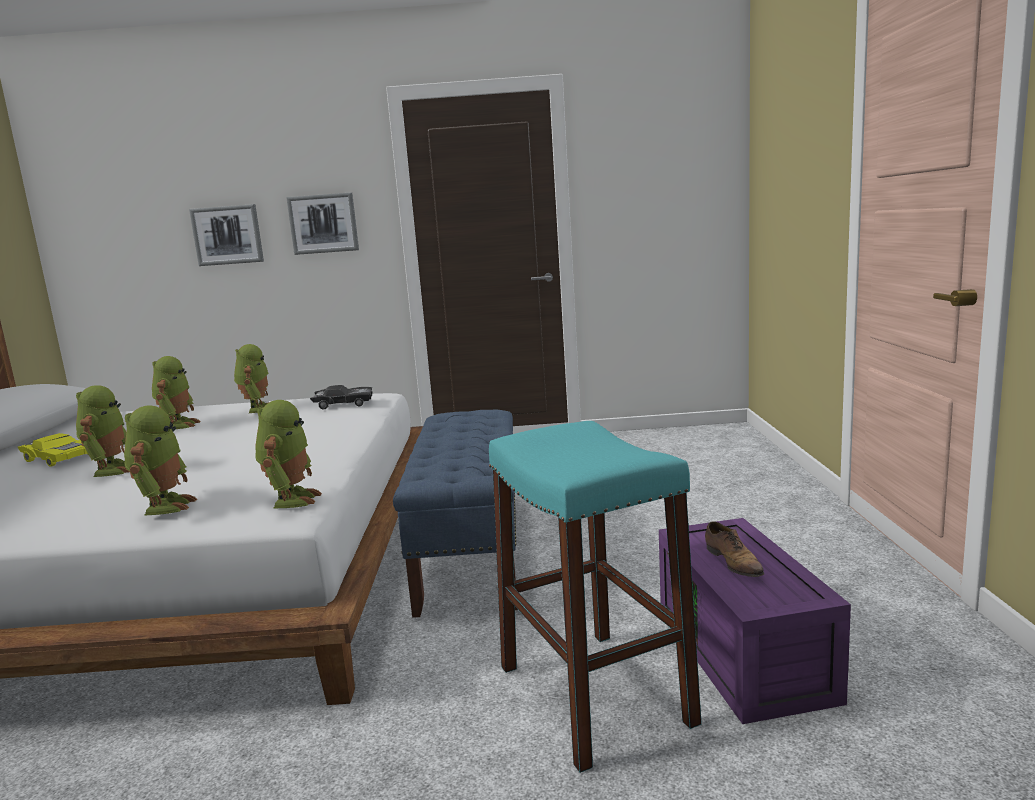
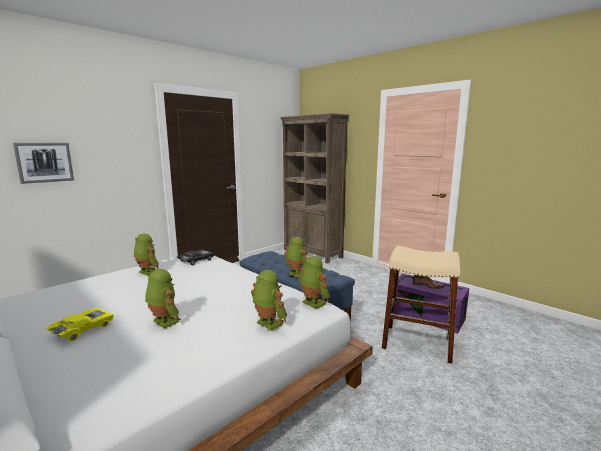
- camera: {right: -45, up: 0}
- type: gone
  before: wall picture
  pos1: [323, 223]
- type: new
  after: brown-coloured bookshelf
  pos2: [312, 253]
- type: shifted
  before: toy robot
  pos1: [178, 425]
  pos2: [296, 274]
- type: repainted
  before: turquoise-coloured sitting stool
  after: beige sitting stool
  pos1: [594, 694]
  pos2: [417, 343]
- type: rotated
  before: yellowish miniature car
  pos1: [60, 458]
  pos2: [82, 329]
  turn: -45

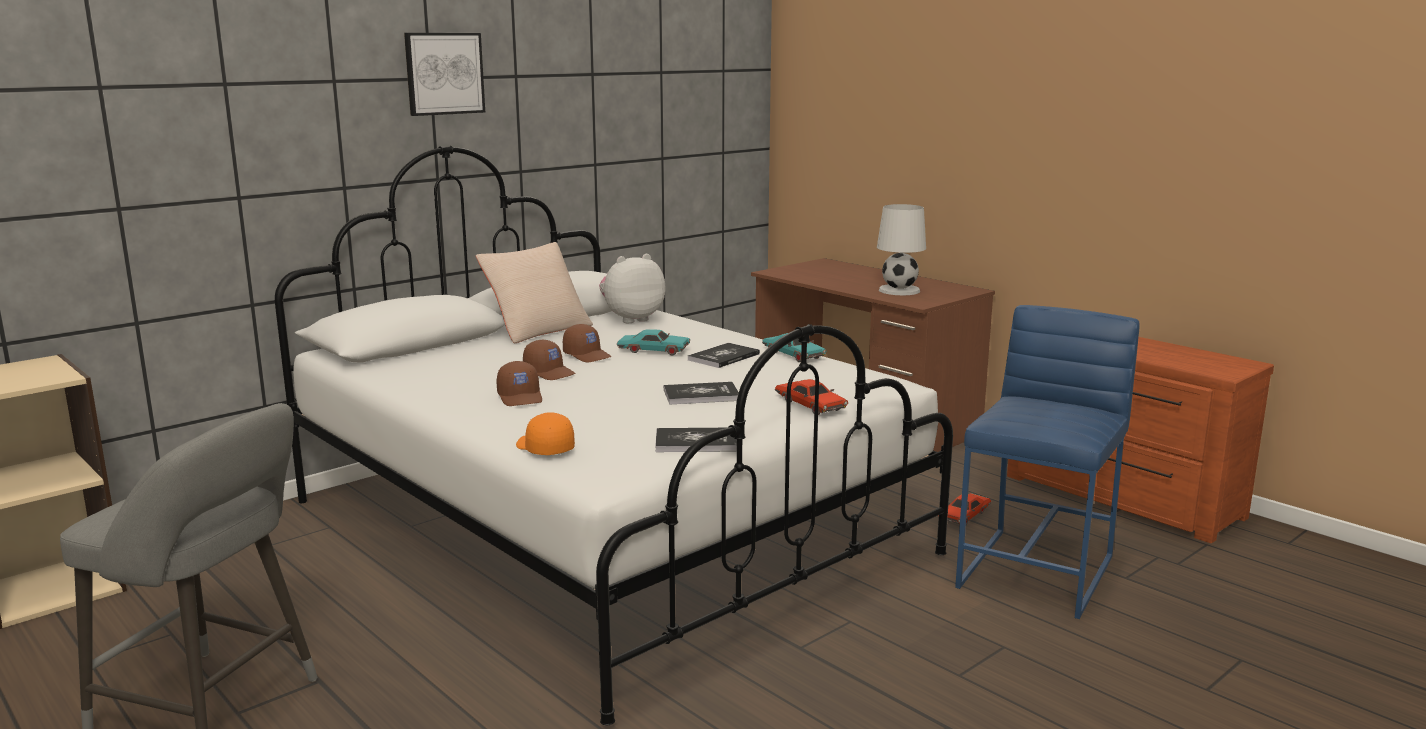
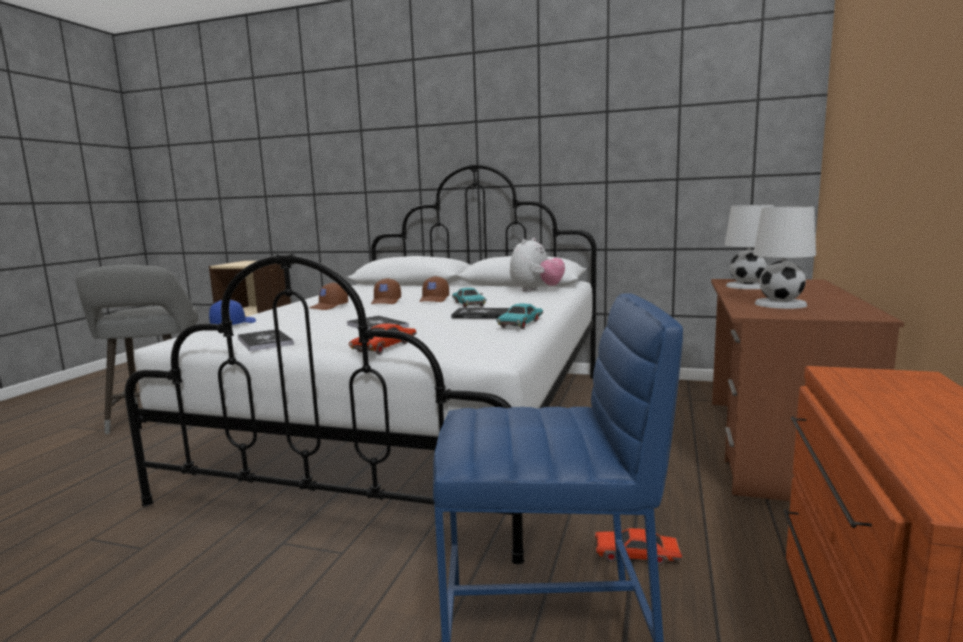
- camera: {right: 60, up: -5}
- type: gone
  before: wall picture
  pos1: [444, 73]
- type: gone
  before: beige throw pillow
  pos1: [537, 329]
- type: new
  after: white-coloured table lamp
  pos2: [747, 286]
- type: repainted
  before: orangey peaked cap
  after: blue-coloured peaked cap
  pos1: [544, 448]
  pos2: [233, 324]
- type: rotated
  before: cuddly toy
  pos1: [631, 319]
  pos2: [536, 291]
  turn: 90

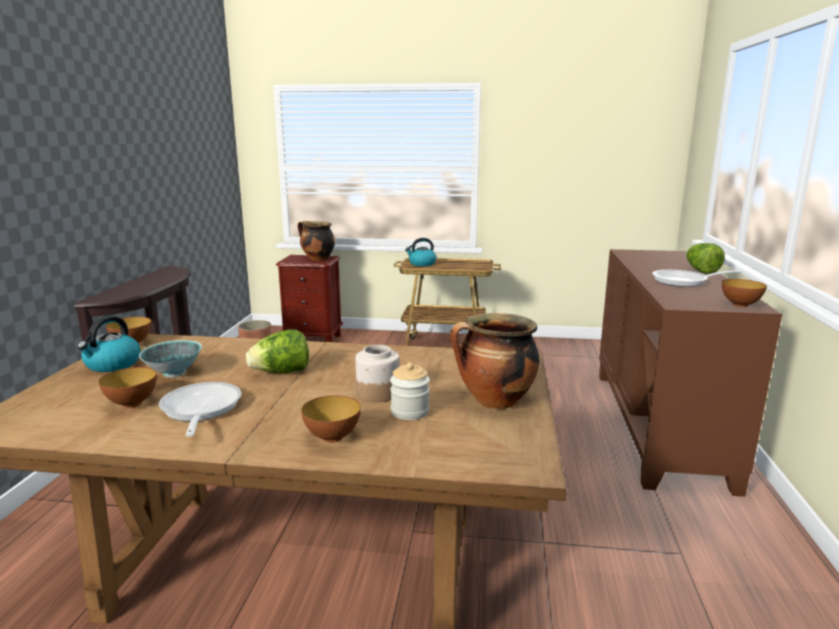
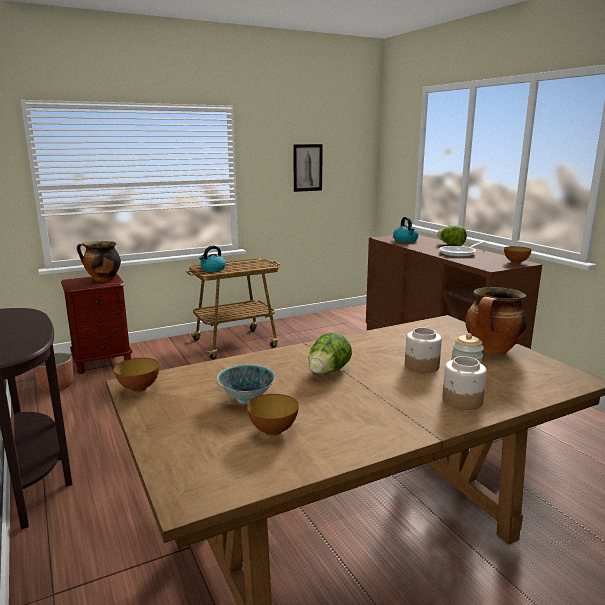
- camera: {right: -35, up: 0}
- type: gone
  before: skillet
  pos1: [200, 410]
- type: new
  after: wall picture
  pos2: [307, 167]
- type: shifted
  before: tea kettle
  pos1: [112, 365]
  pos2: [405, 240]
- type: swapped
  before: deep dish
  after: jar
  pos1: [332, 437]
  pos2: [462, 401]

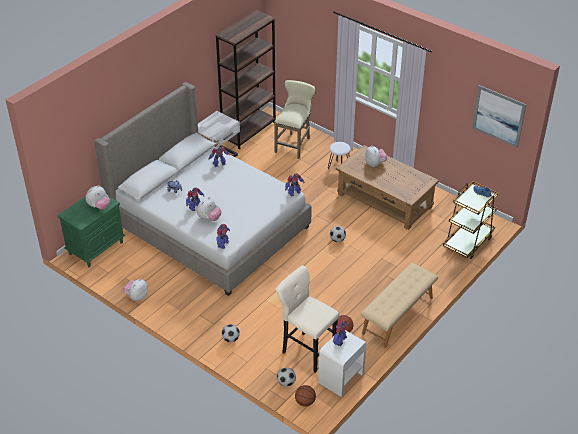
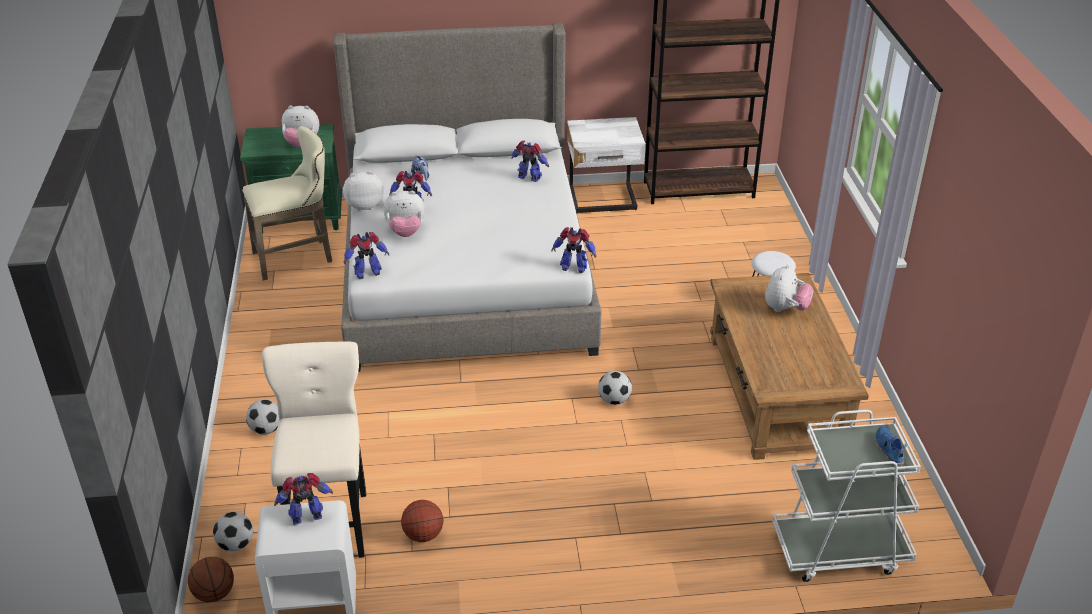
- camera: {right: 45, up: -5}
- type: gone
  before: beige indoor bench
  pos1: [398, 315]
- type: gone
  before: wall picture
  pos1: [498, 116]
- type: shifted
  before: cuddly toy
  pos1: [136, 296]
  pos2: [364, 205]
- type: shifted
  before: beige sitting stool
  pos1: [294, 144]
  pos2: [297, 258]
- type: repainted
  before: brown-coloured trolley
  after: white-coloured trolley
  pos1: [468, 242]
  pos2: [839, 550]

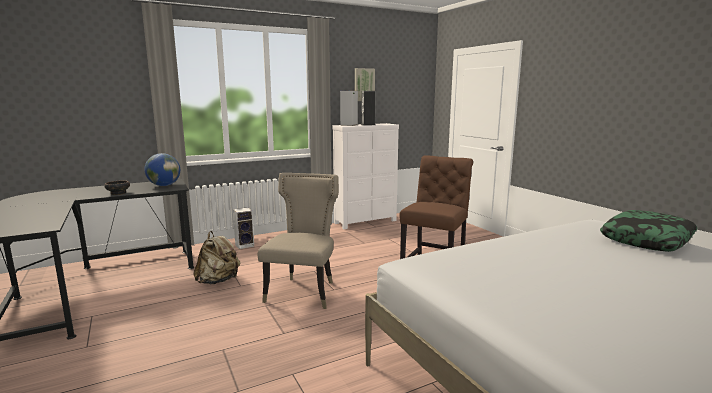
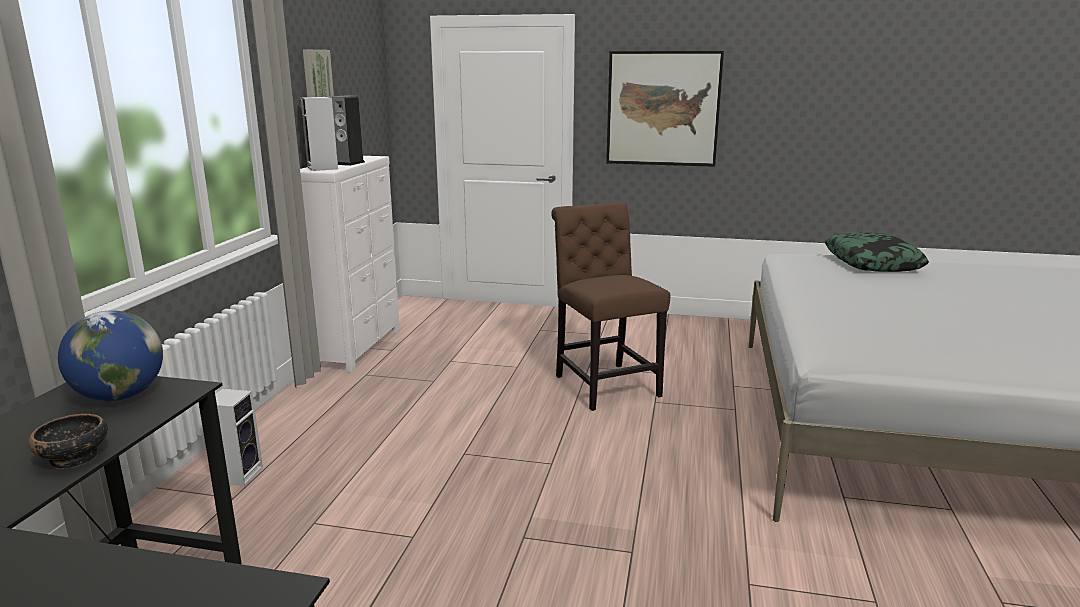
- camera: {right: -50, up: 5}
- type: gone
  before: beige rucksack
  pos1: [218, 281]
- type: gone
  before: beige chair
  pos1: [304, 291]
- type: new
  after: wall picture
  pos2: [663, 109]

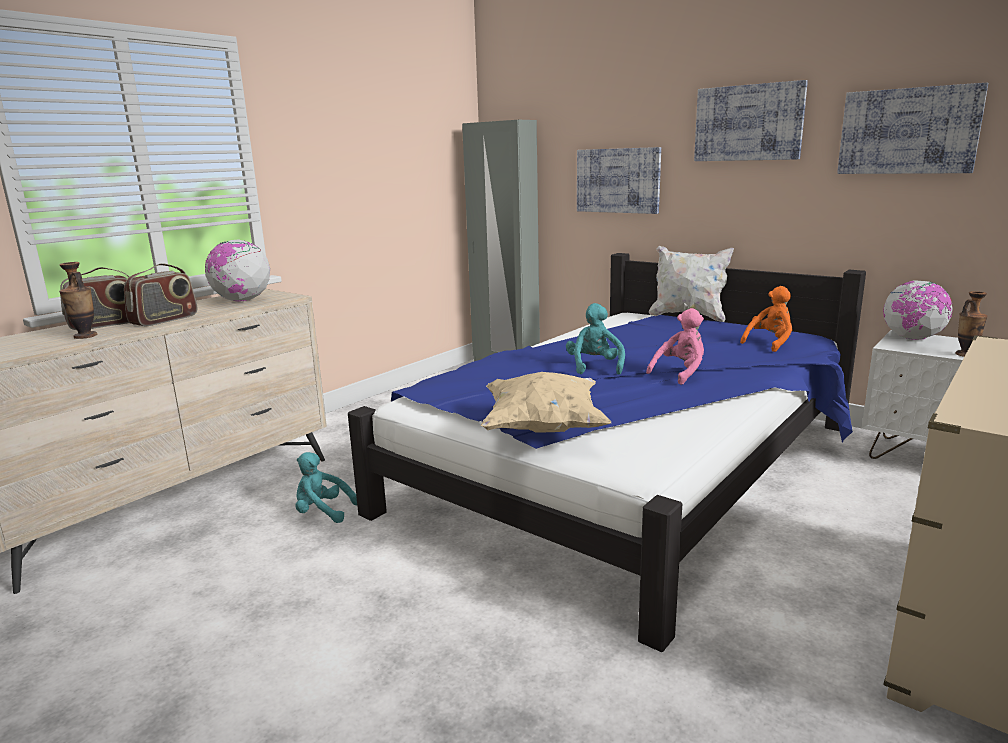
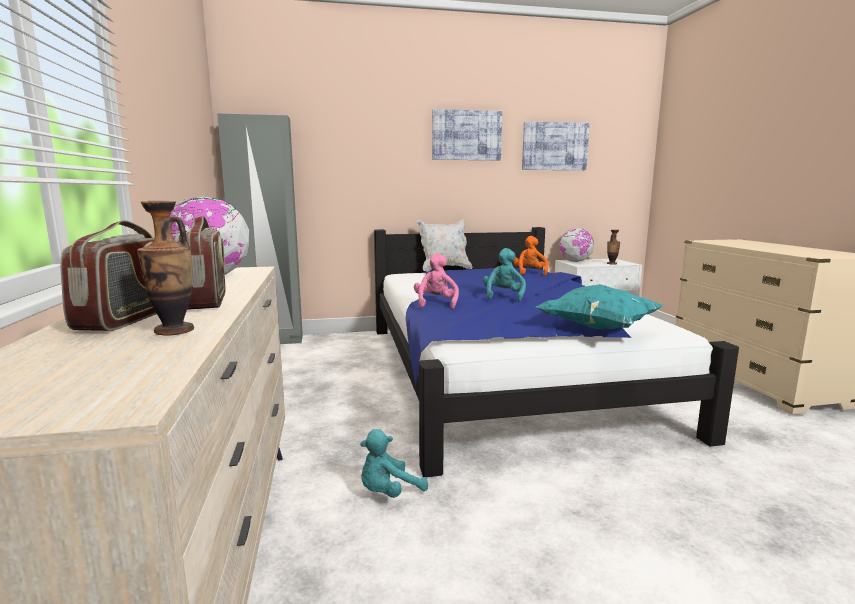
- camera: {right: -50, up: -5}
- type: gone
  before: wall picture
  pos1: [618, 180]
- type: shifted
  before: pinkish cuddly toy
  pos1: [680, 373]
  pos2: [436, 304]
- type: repainted
  before: beige throw pillow
  after: turquoise-coloured throw pillow
  pos1: [543, 428]
  pos2: [597, 328]
- type: rotated
  before: turquoise-coloured cuddly toy
  pos1: [594, 367]
  pos2: [503, 296]
  turn: 60

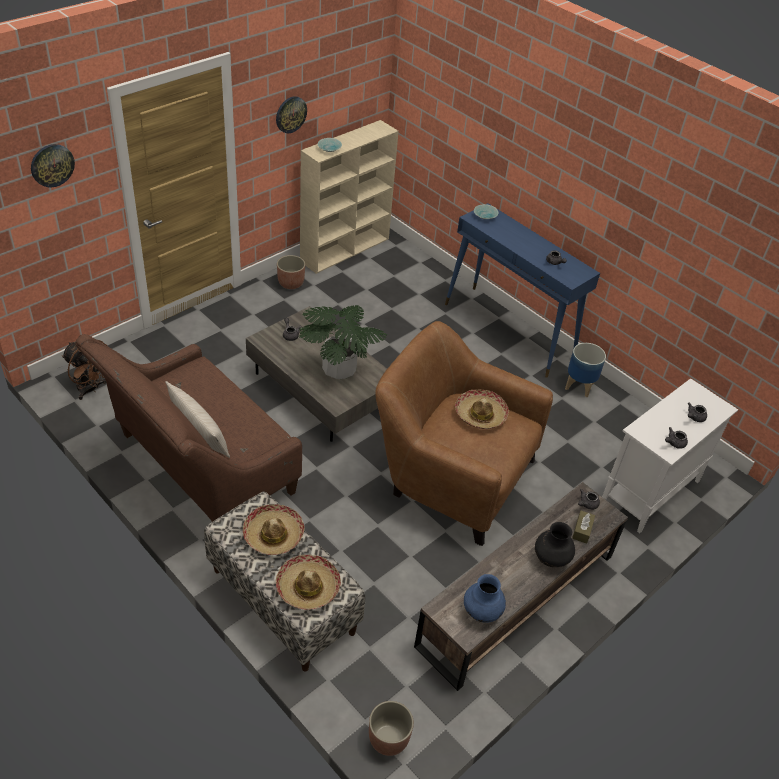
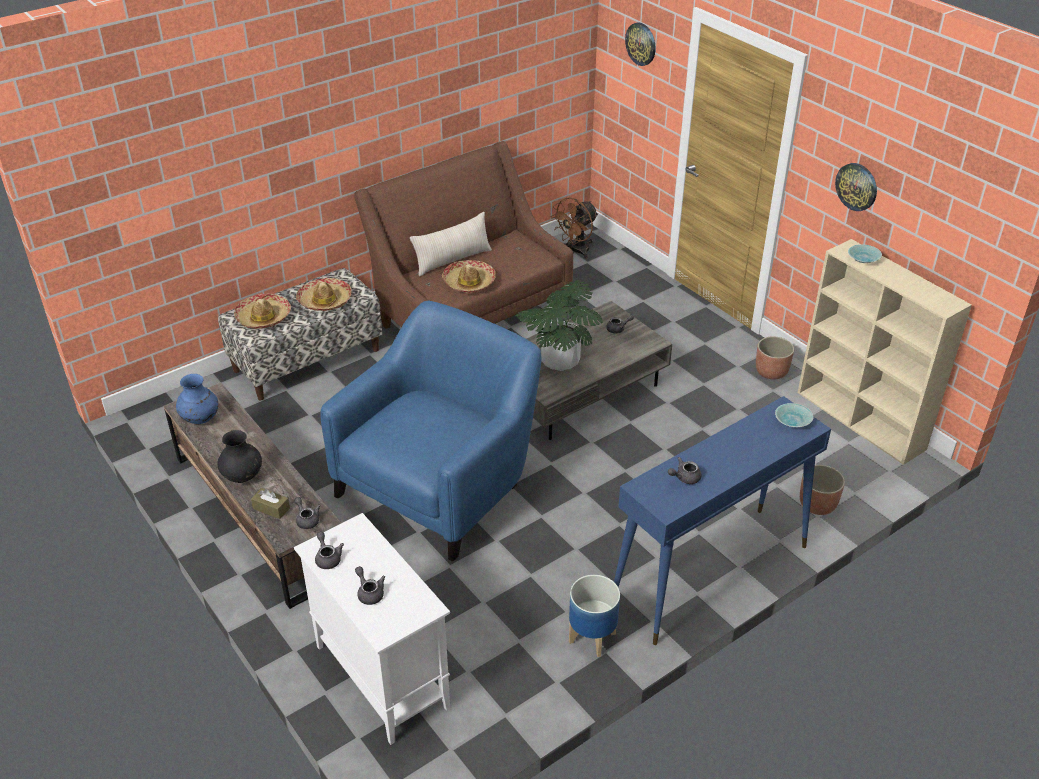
- camera: {right: 100, up: -5}
- type: shifted
  before: flower pot
  pos1: [388, 738]
  pos2: [817, 504]
- type: shifted
  before: wearable hat
  pos1: [480, 414]
  pos2: [469, 282]
- type: repainted
  before: brown-coloured easy chair
  after: blue-coloured easy chair
  pos1: [451, 473]
  pos2: [440, 483]

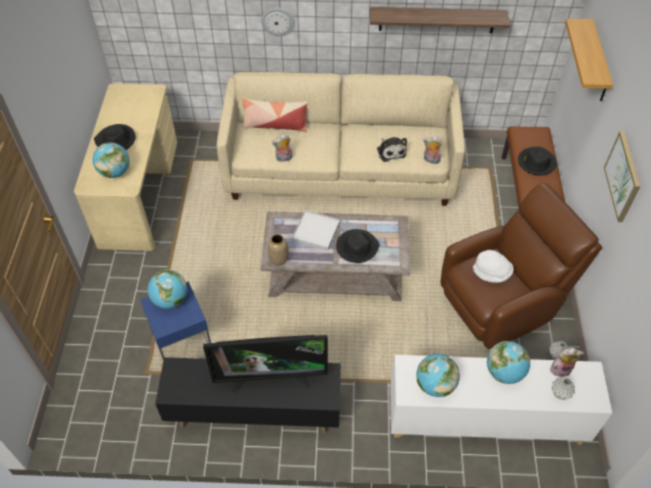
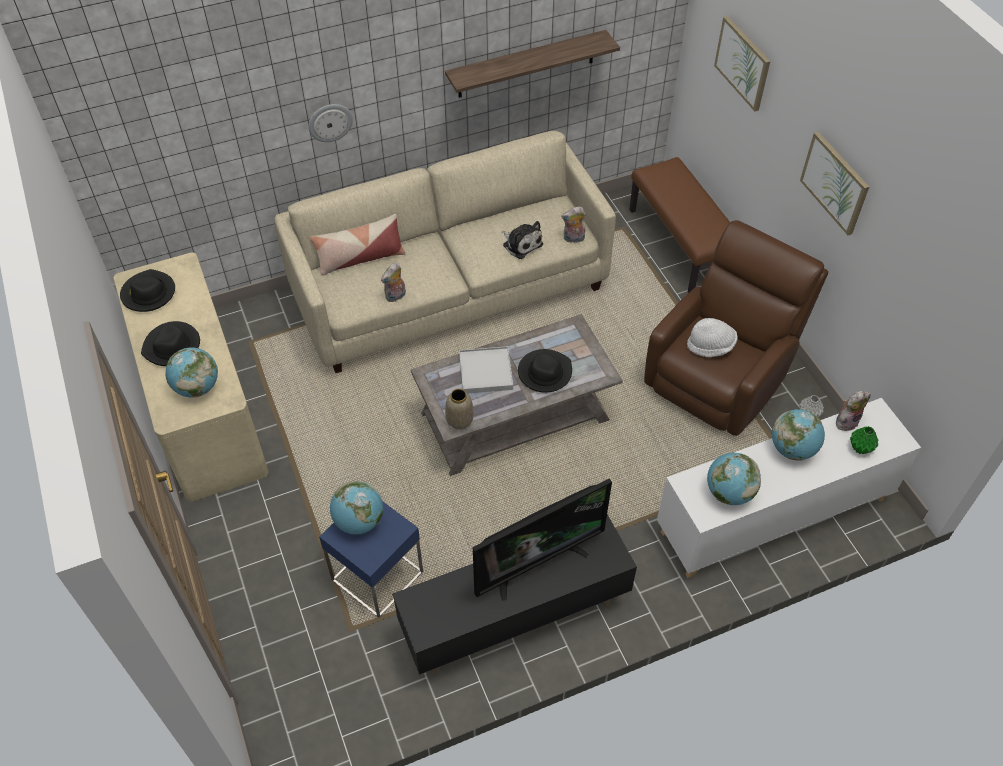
- camera: {right: -25, up: 0}
- type: shifted
  before: black-coloured wearable hat
  pos1: [536, 163]
  pos2: [148, 293]
- type: swapped
  before: shelf
  after: wall picture
  pos1: [598, 62]
  pos2: [743, 63]
- type: repainted
  before: gray decorative vase
  after: greenish decorative vase
  pos1: [559, 393]
  pos2: [859, 448]

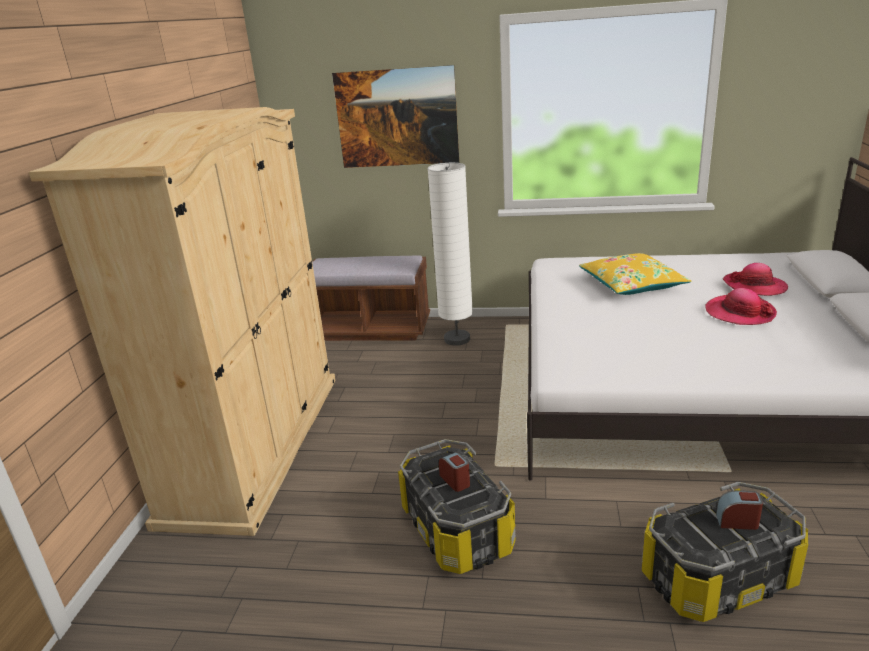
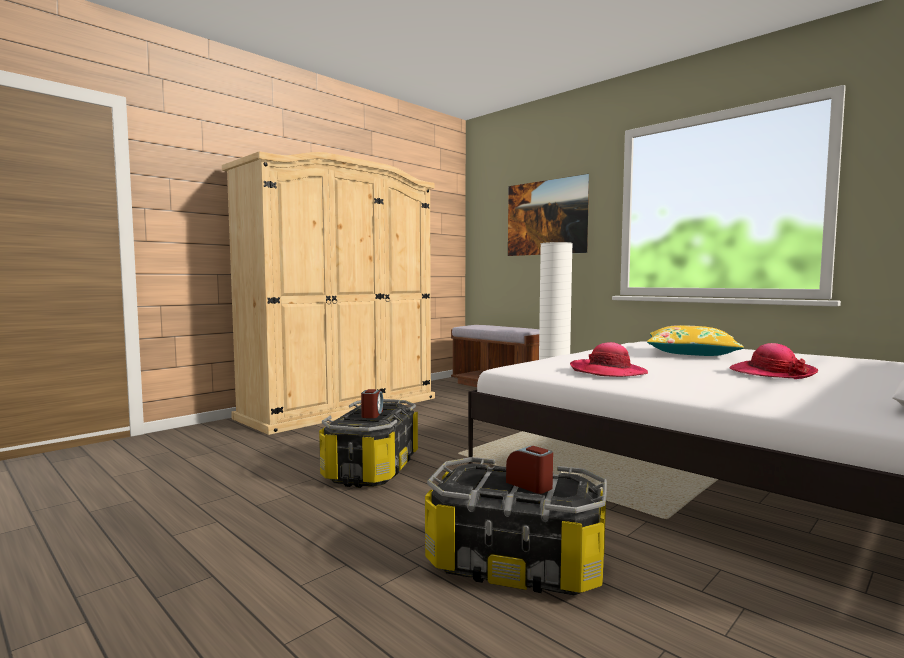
- camera: {right: 35, up: -20}
- type: shifted
  before: wearable hat
  pos1: [754, 286]
  pos2: [608, 372]

